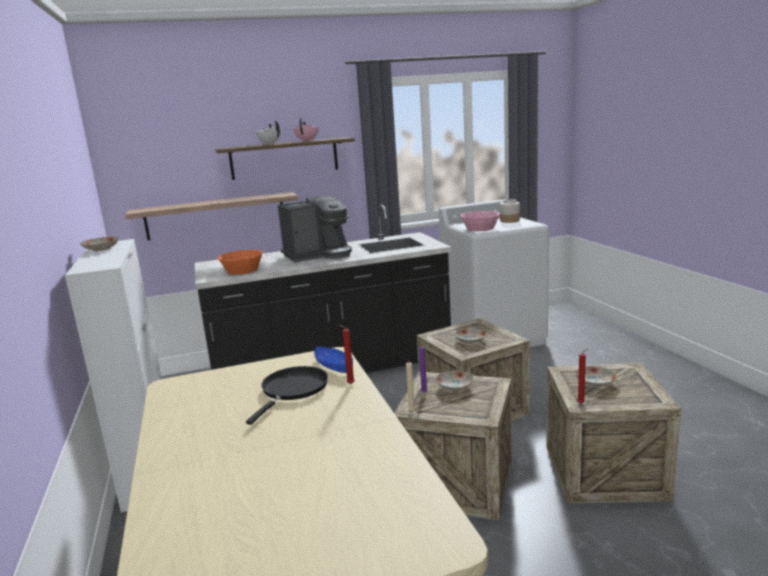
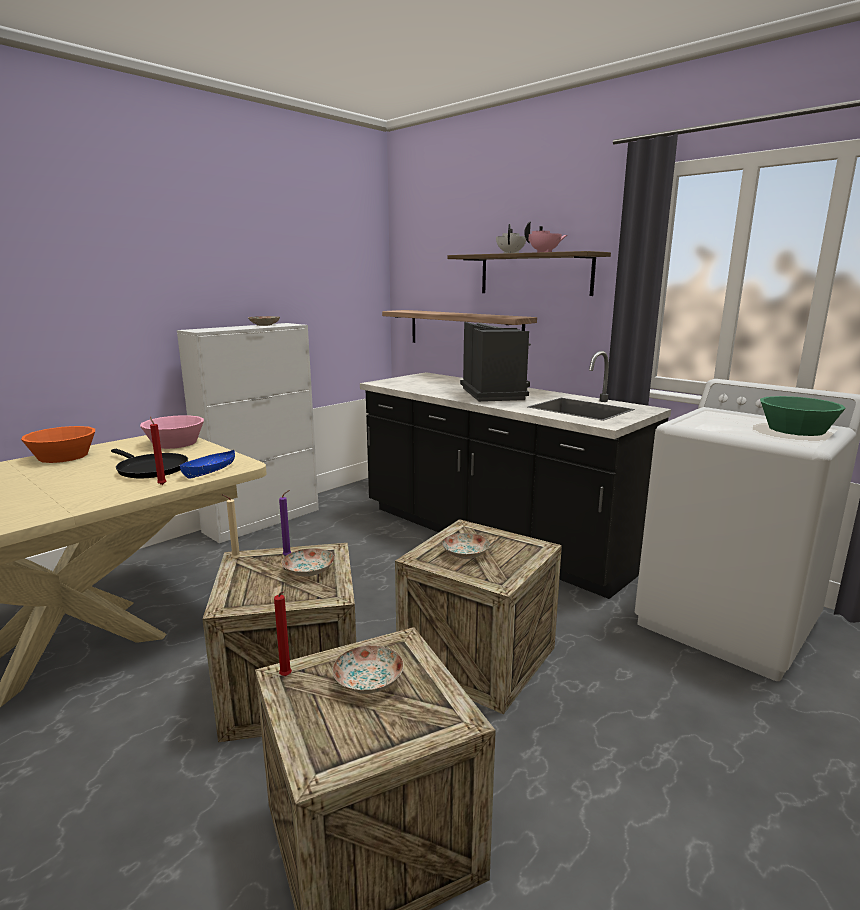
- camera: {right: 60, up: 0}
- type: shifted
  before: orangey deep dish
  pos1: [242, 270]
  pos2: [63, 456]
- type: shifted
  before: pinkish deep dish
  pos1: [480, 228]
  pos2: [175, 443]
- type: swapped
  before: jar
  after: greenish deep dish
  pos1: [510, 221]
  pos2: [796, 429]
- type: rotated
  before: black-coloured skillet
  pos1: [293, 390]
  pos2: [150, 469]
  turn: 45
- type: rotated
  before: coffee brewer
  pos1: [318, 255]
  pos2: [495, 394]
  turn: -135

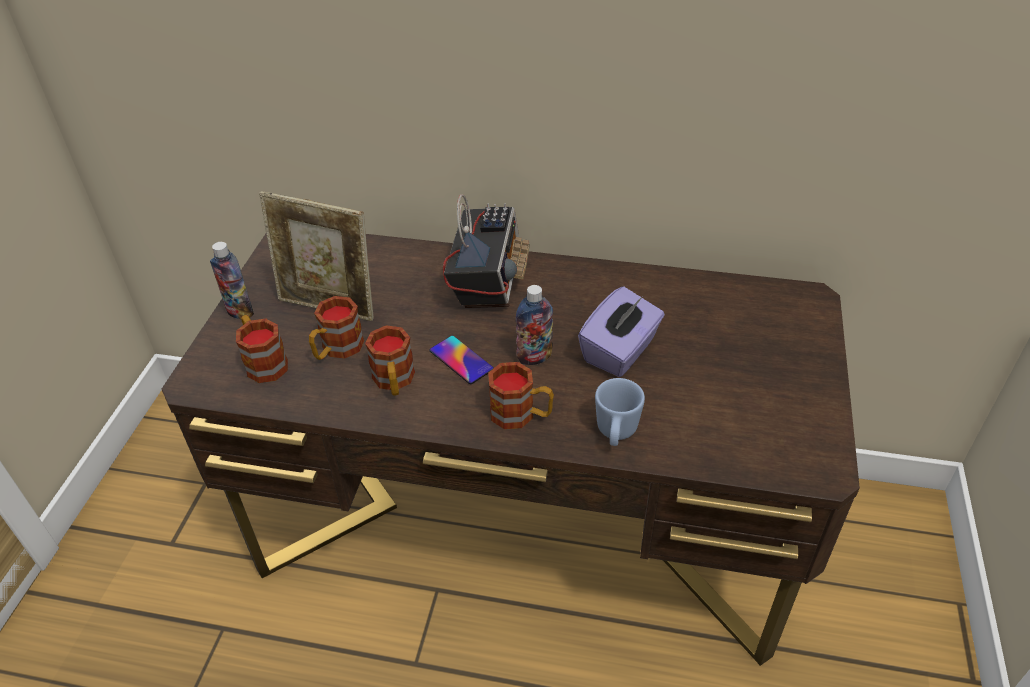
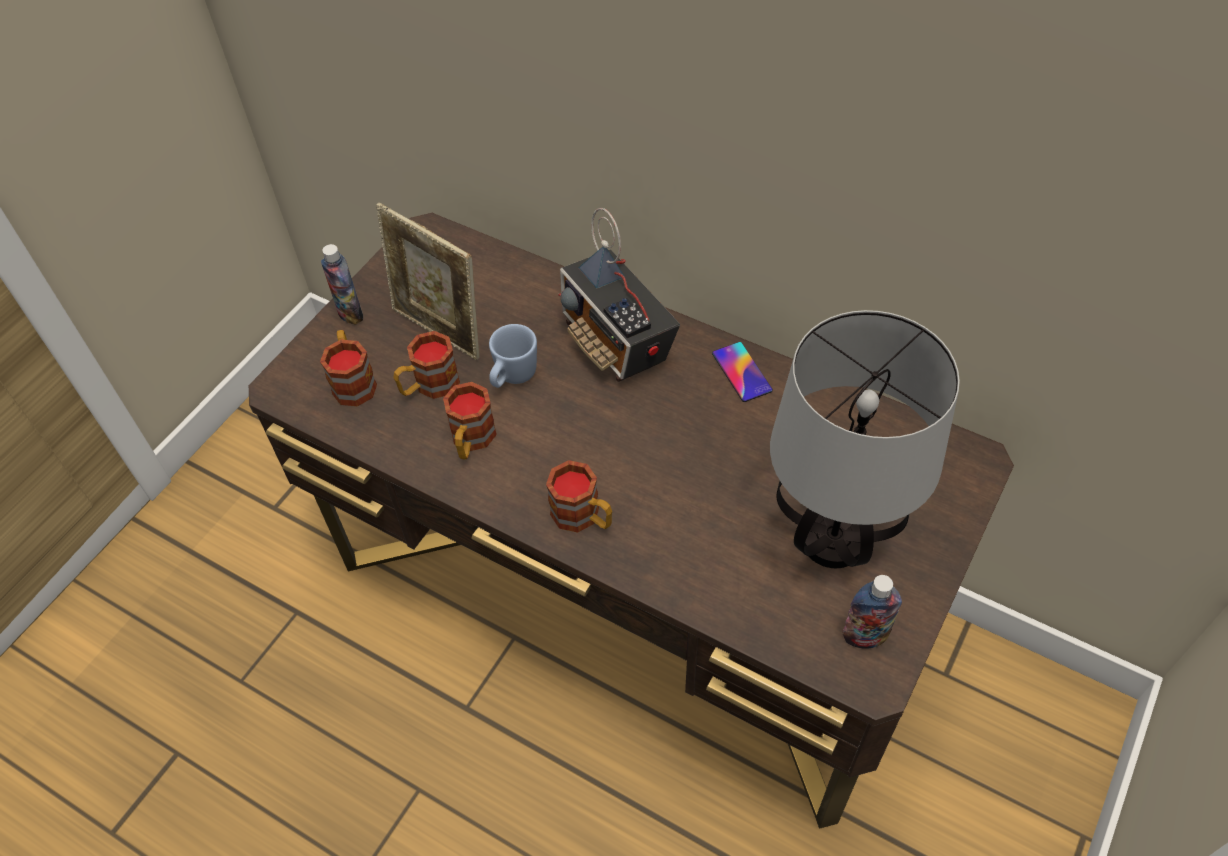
- camera: {right: 20, up: 10}
- type: gone
  before: purple-coloured tissue box
  pos1: [620, 351]
- type: new
  after: table lamp
  pos2: [834, 542]
- type: shifted
  before: telephone
  pos1: [461, 360]
  pos2: [741, 372]
- type: shifted
  before: beverage bottle
  pos1: [534, 357]
  pos2: [865, 636]
- type: shifted
  before: blue-coloured mug
  pos1: [616, 434]
  pos2: [512, 377]
- type: rotated
  before: radio
  pos1: [488, 282]
  pos2: [617, 342]
  turn: 120

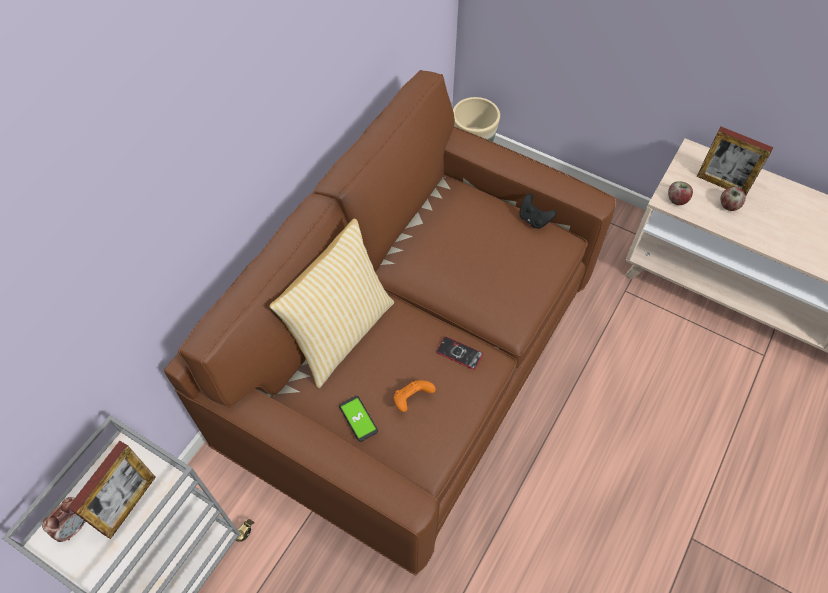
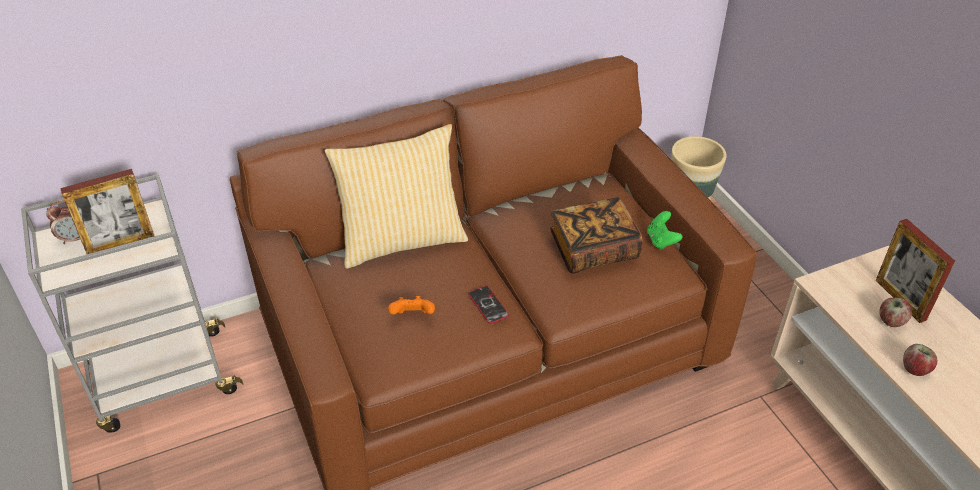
- camera: {right: 35, up: -15}
- type: gone
  before: telephone
  pos1: [358, 418]
- type: new
  after: book
  pos2: [593, 250]
- type: shifted
  before: whole apple
  pos1: [677, 200]
  pos2: [915, 369]
- type: repainted
  before: black-coloured gamepad
  after: greenish gamepad
  pos1: [534, 219]
  pos2: [661, 241]

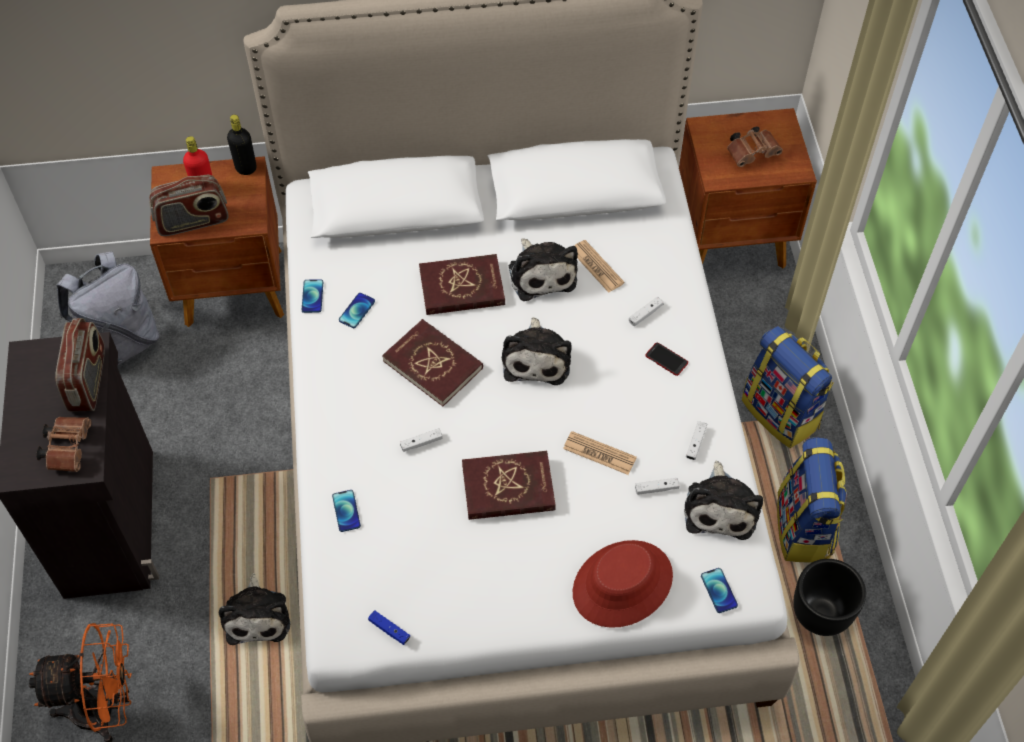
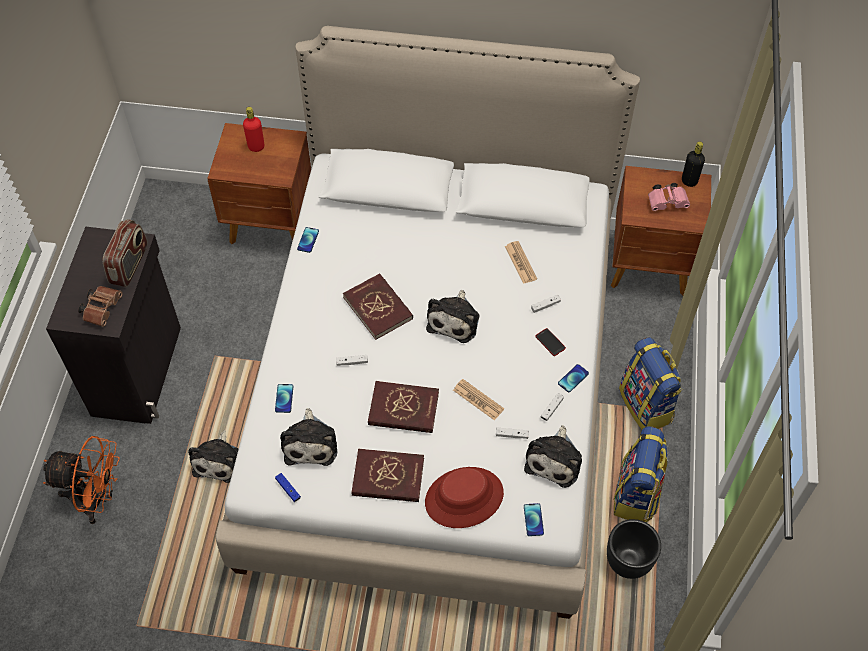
- camera: {right: 15, up: 0}
- type: gone
  before: gray rucksack
  pos1: [121, 342]
- type: gone
  before: radio
  pos1: [193, 222]
- type: shifted
  before: black-coloured beverage bottle
  pos1: [246, 168]
  pos2: [689, 181]
- type: shifted
  before: telephone
  pos1: [357, 311]
  pos2: [573, 378]
- type: shifted
  before: red-coloured book
  pos1: [462, 288]
  pos2: [388, 477]
- type: shifted
  before: cuddly toy
  pos1: [541, 273]
  pos2: [310, 443]
- type: repainted
  before: brown-coloured field glasses
  after: pinkish field glasses
  pos1: [753, 153]
  pos2: [668, 202]

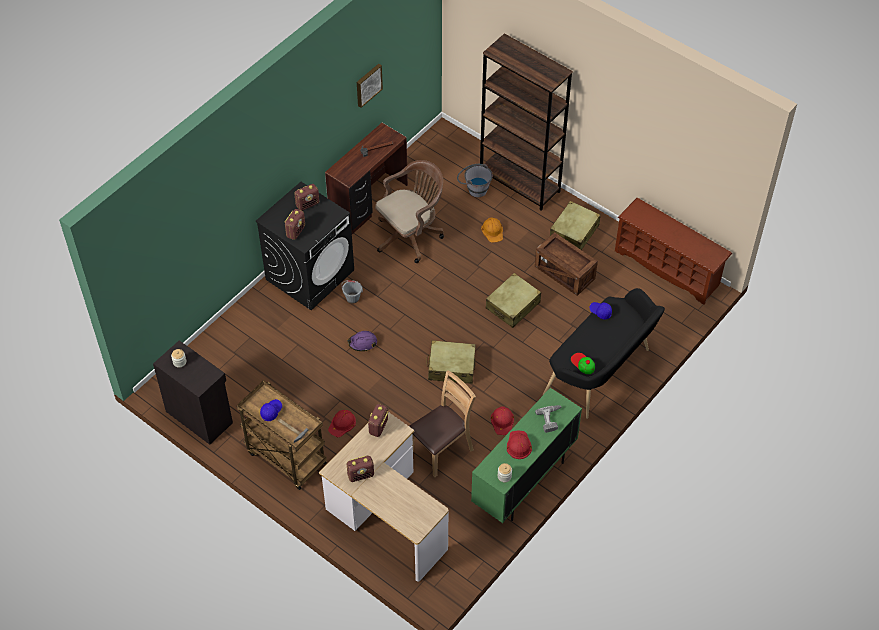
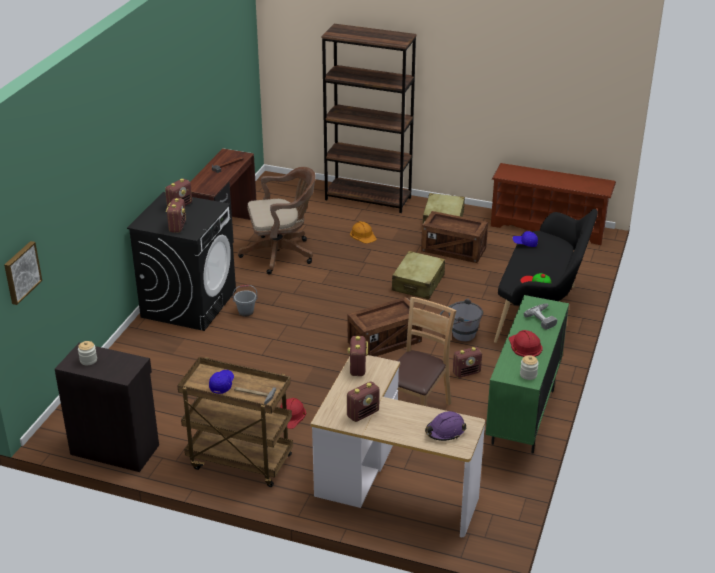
- camera: {right: -20, up: -20}
- type: shifted
  before: purple-coloured hard hat
  pos1: [362, 343]
  pos2: [445, 431]
- type: shifted
  before: wall picture
  pos1: [368, 84]
  pos2: [21, 272]
- type: shifted
  before: gray pail
  pos1: [474, 188]
  pos2: [458, 334]
- type: swapped
  before: beige piece of luggage
  after: shipping crate
  pos1: [451, 367]
  pos2: [384, 342]
- type: swapped
  before: red-coloured hard hat
  after: radio
  pos1: [502, 421]
  pos2: [466, 372]
- type: rotated
  before: brown-coloured office chair
  pos1: [411, 235]
  pos2: [281, 254]
  turn: 45

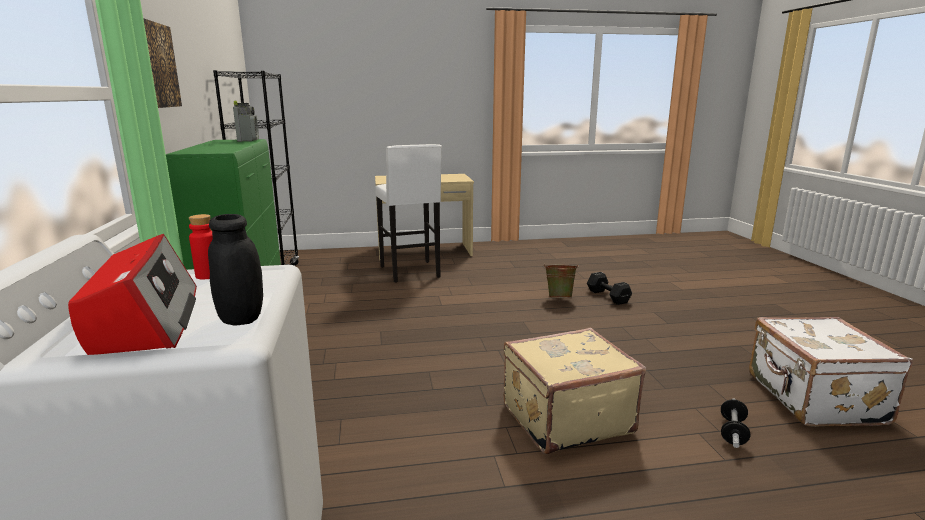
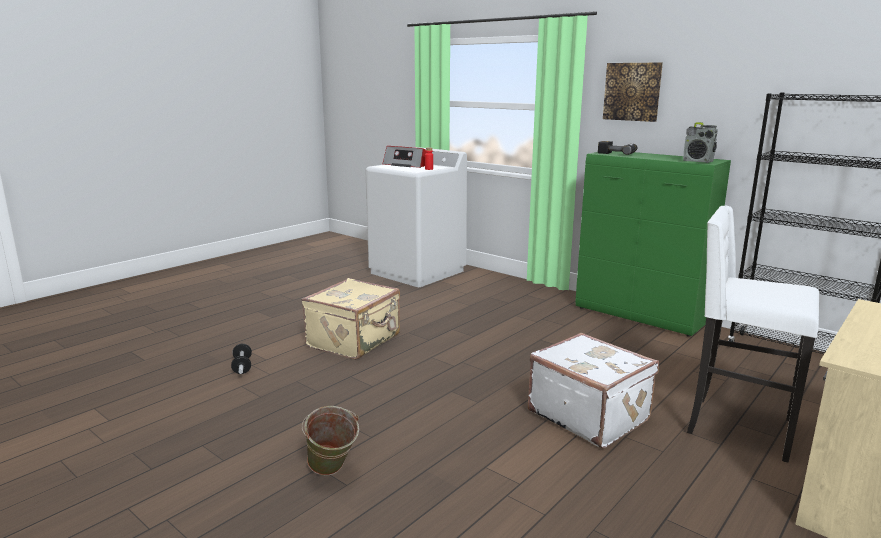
- camera: {right: 140, up: 0}
- type: gone
  before: black-coloured jar
  pos1: [241, 318]
- type: gone
  before: black-coloured dumbbell
  pos1: [607, 296]
- type: new
  after: drill
  pos2: [618, 153]
- type: shifted
  before: greenish pail
  pos1: [559, 298]
  pos2: [331, 473]
- type: shifted
  before: white-coloured piece of luggage
  pos1: [813, 399]
  pos2: [589, 415]

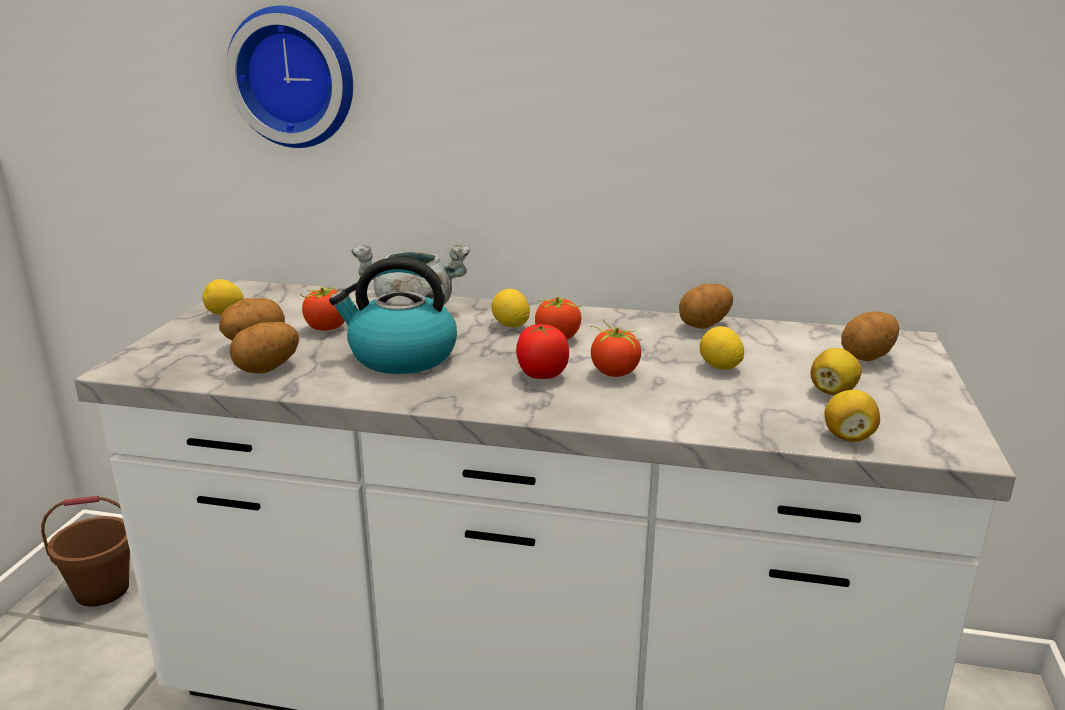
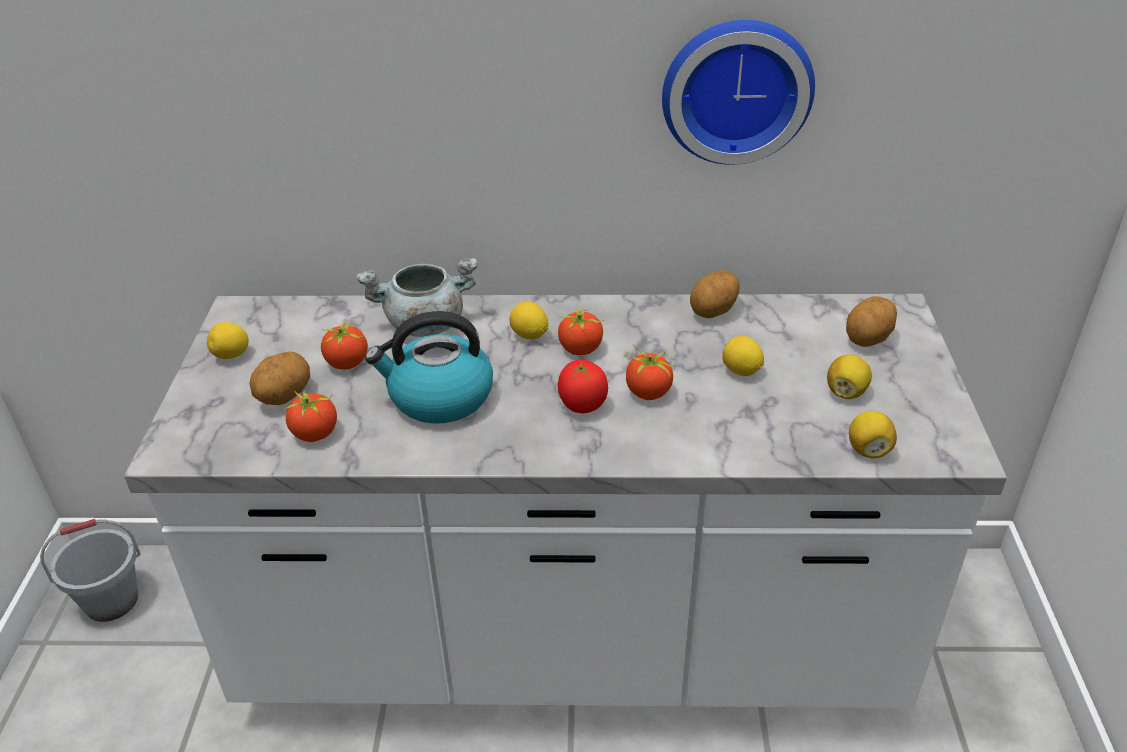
- camera: {right: -10, up: 15}
- type: shifted
  before: wall clock
  pos1: [295, 77]
  pos2: [736, 89]
- type: swapped
  before: spud
  after: whole tomato
  pos1: [268, 369]
  pos2: [315, 434]
- type: repainted
  before: brown-coloured pail
  after: gray pail
  pos1: [102, 590]
  pos2: [111, 602]

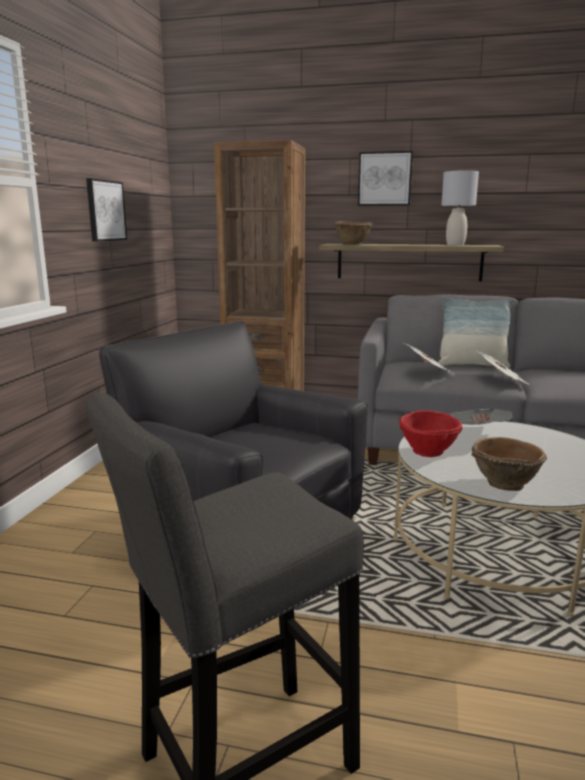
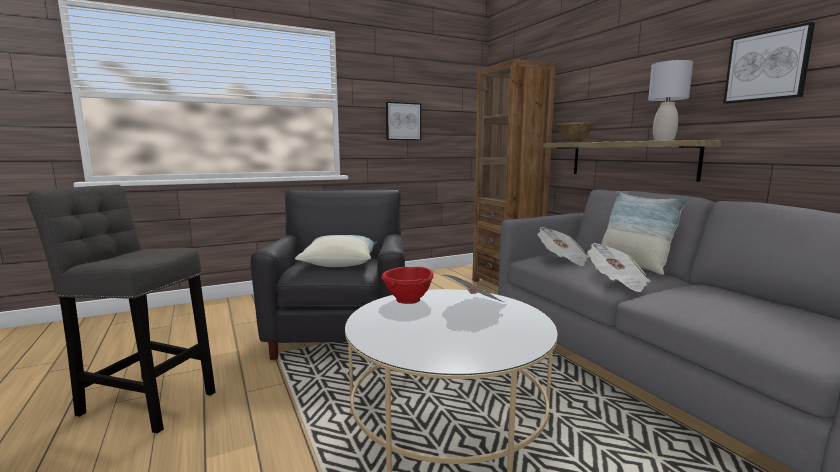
- camera: {right: 50, up: -5}
- type: gone
  before: brown-coloured deep dish
  pos1: [504, 483]
- type: new
  after: throw pillow
  pos2: [339, 262]
- type: shifted
  before: wall picture
  pos1: [385, 179]
  pos2: [767, 66]

